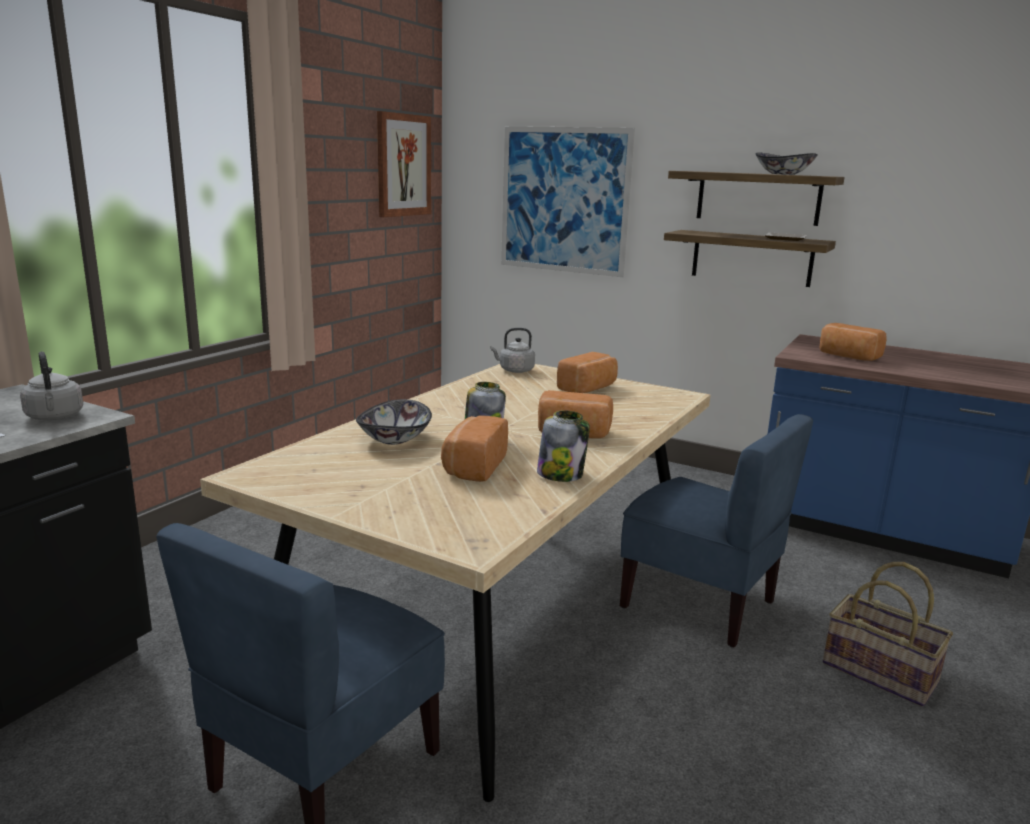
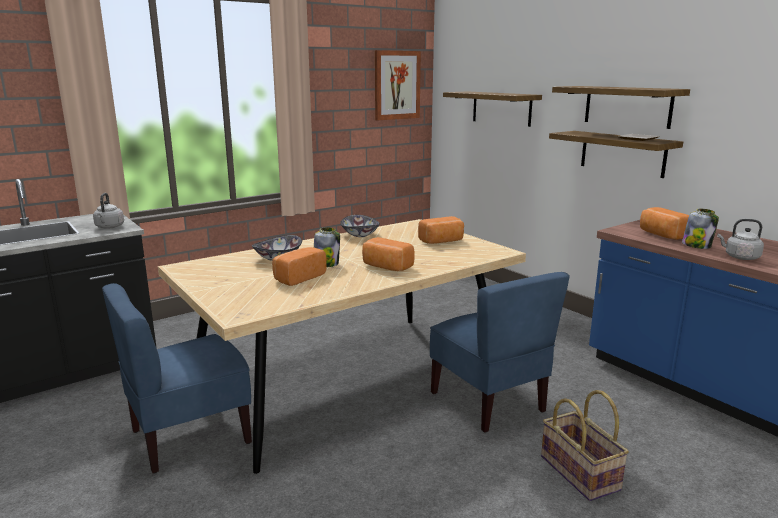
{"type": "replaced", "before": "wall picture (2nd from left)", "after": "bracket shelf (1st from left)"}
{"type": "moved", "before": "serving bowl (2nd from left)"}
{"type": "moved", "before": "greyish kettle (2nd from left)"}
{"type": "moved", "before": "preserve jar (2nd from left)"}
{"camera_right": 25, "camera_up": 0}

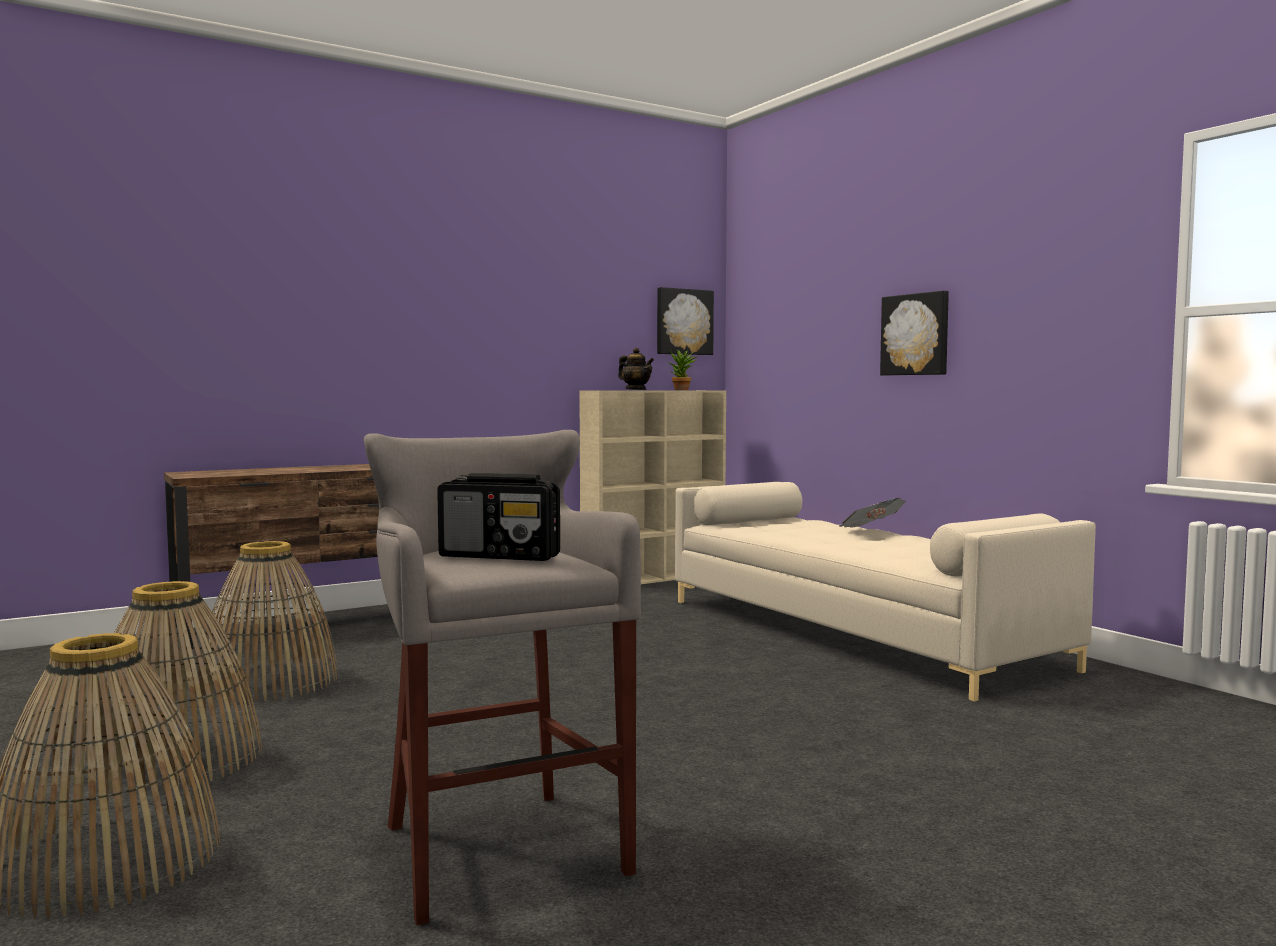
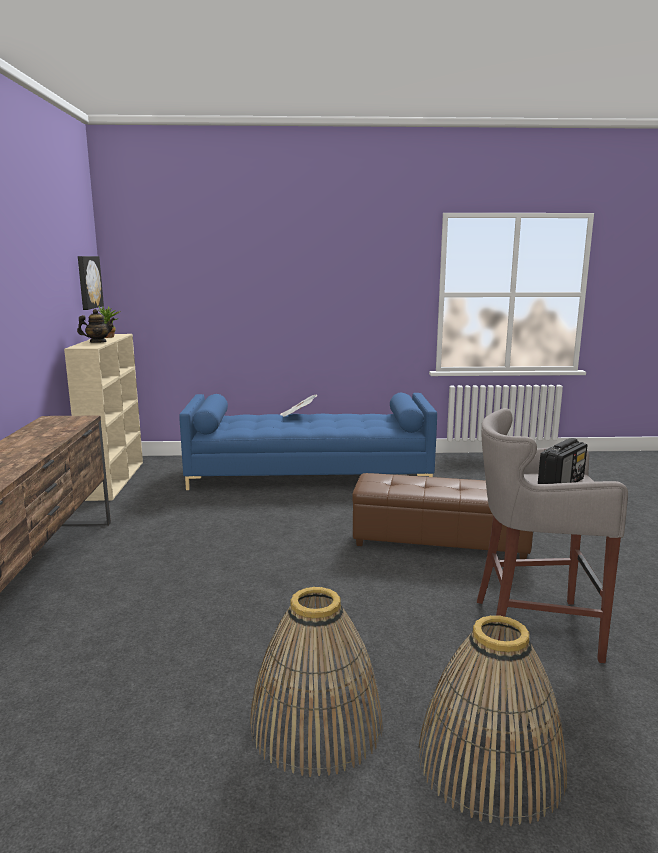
{"type": "removed", "before": "wall picture (2nd from left)"}
{"type": "recoloured", "before": "beige-coloured sofa", "after": "blue-coloured sofa"}
{"type": "removed", "before": "household basket (3rd from left)"}
{"type": "added", "after": "brown footrest"}
{"camera_right": -60, "camera_up": 10}

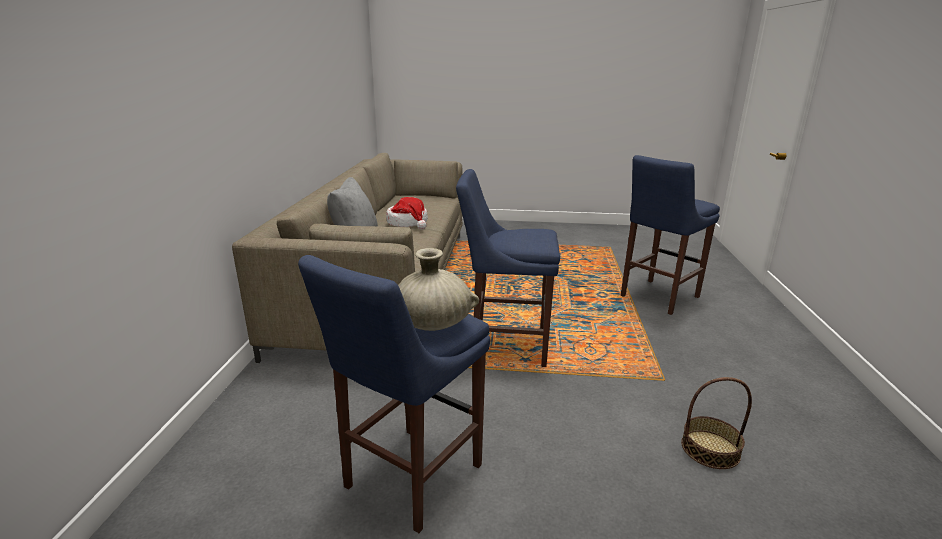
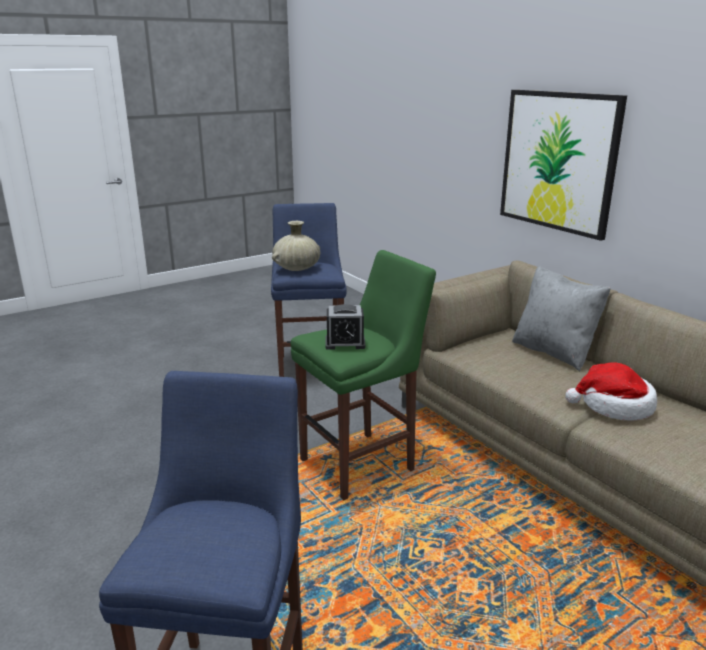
{"type": "recoloured", "before": "blue-coloured stool (2nd from left)", "after": "green stool"}
{"type": "removed", "before": "household basket"}
{"type": "added", "after": "wall picture"}
{"type": "added", "after": "table clock"}
{"camera_right": 140, "camera_up": 0}

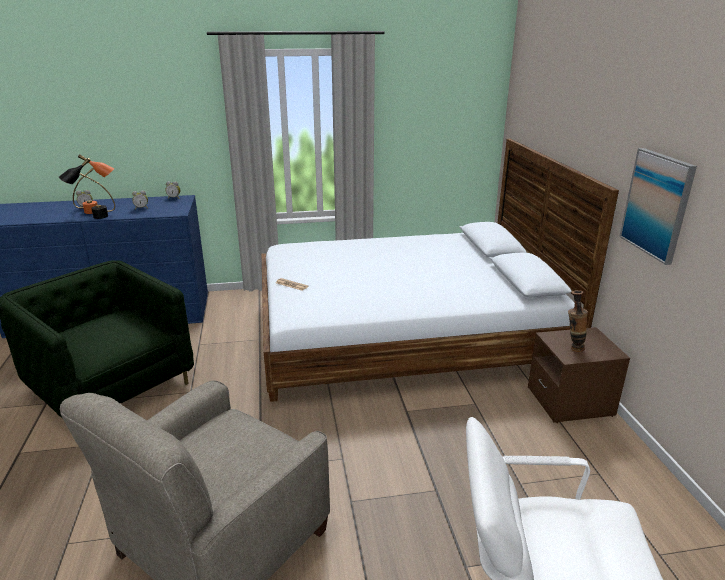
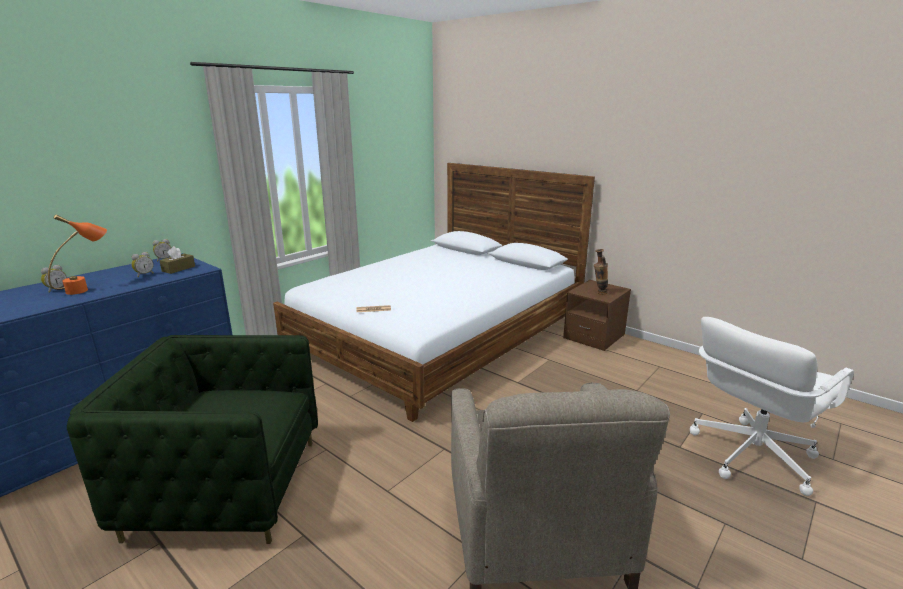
{"type": "removed", "before": "wall picture"}
{"type": "removed", "before": "black-coloured tabletop lamp"}
{"type": "added", "after": "brown box of tissues"}
{"camera_right": -40, "camera_up": -5}

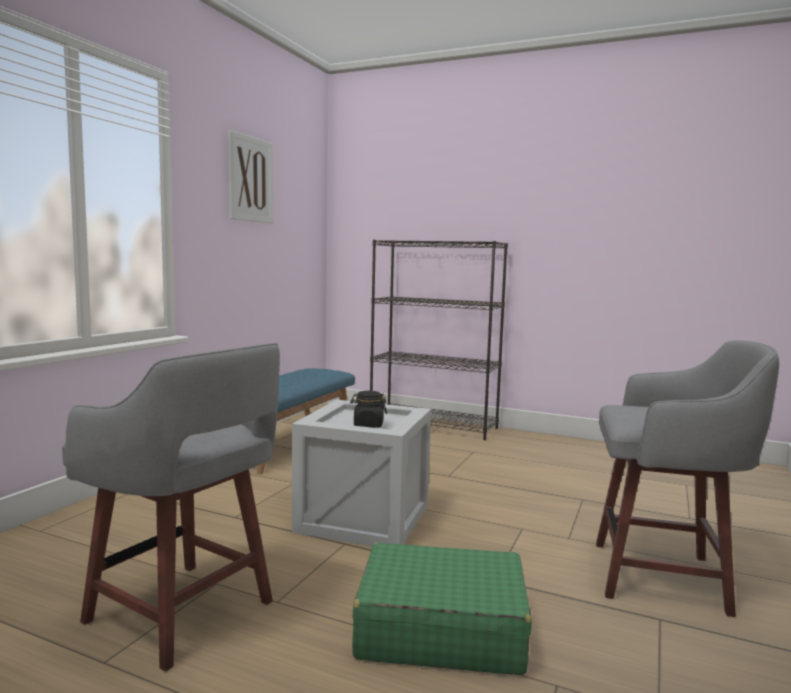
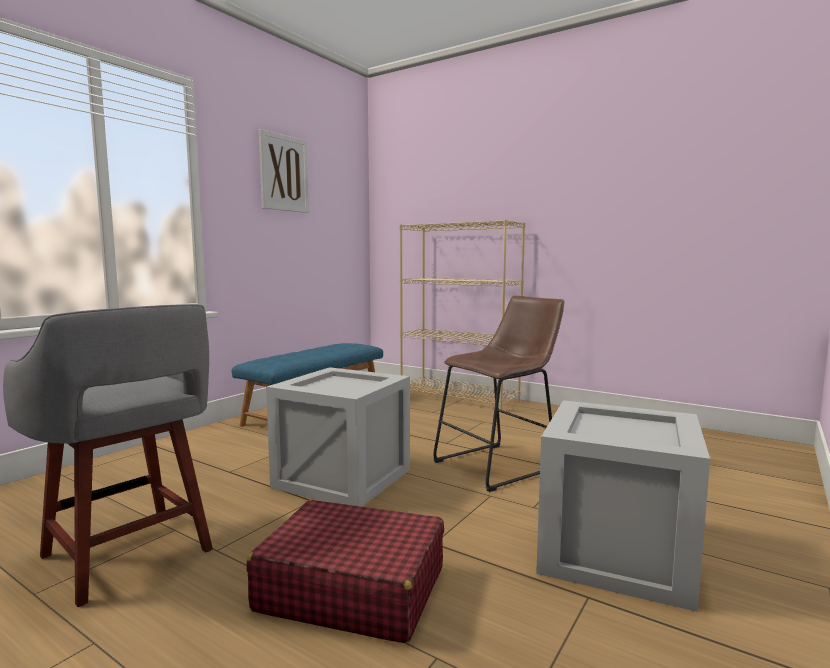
{"type": "recoloured", "before": "black-coloured shelving unit", "after": "beige-coloured shelving unit"}
{"type": "replaced", "before": "greyish stool (2nd from left)", "after": "shipping crate (2nd from left)"}
{"type": "removed", "before": "black-coloured preserve jar"}
{"type": "recoloured", "before": "green piece of luggage", "after": "red-coloured piece of luggage"}
{"type": "added", "after": "brown stool"}
{"camera_right": 10, "camera_up": 0}

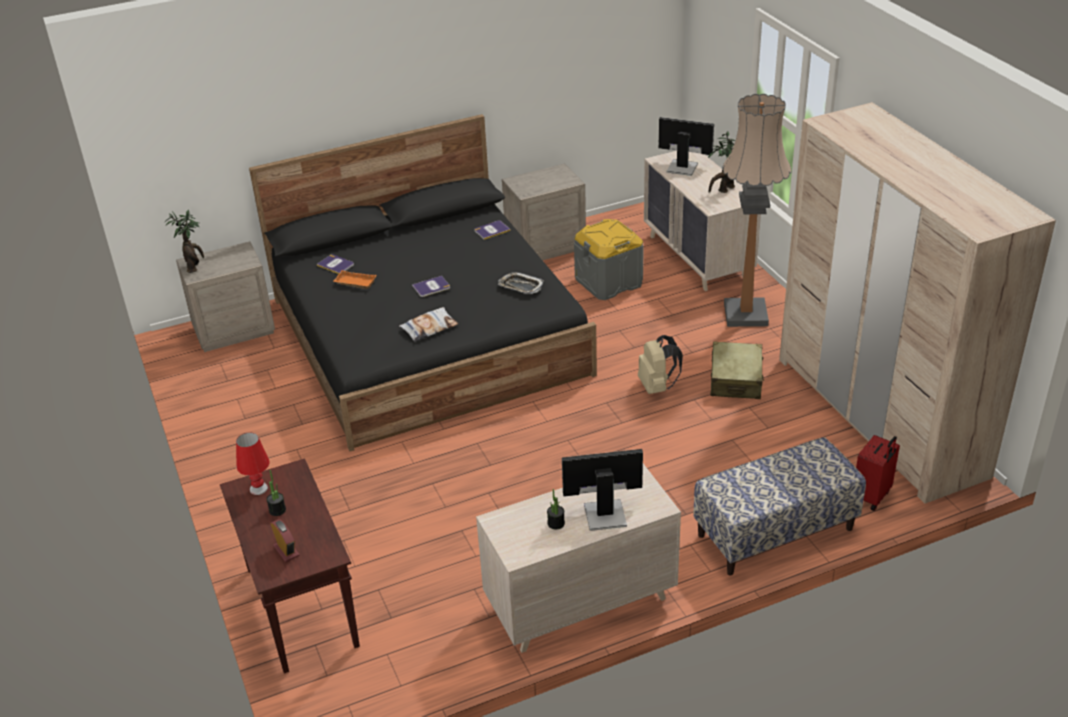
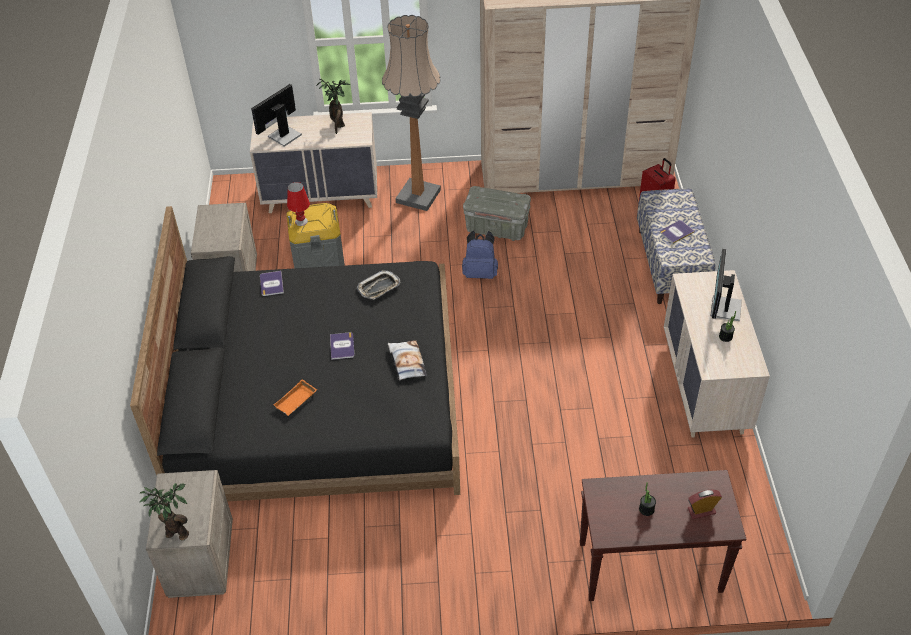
{"type": "moved", "before": "book (1st from left in the first image)", "after": "book (3rd from left)"}
{"type": "recoloured", "before": "beige-coloured backpack", "after": "blue-coloured backpack"}
{"type": "replaced", "before": "beige-coloured piece of luggage", "after": "greyish storage box (2nd from left)"}
{"type": "moved", "before": "red-coloured tabletop lamp"}
{"camera_right": -70, "camera_up": 10}

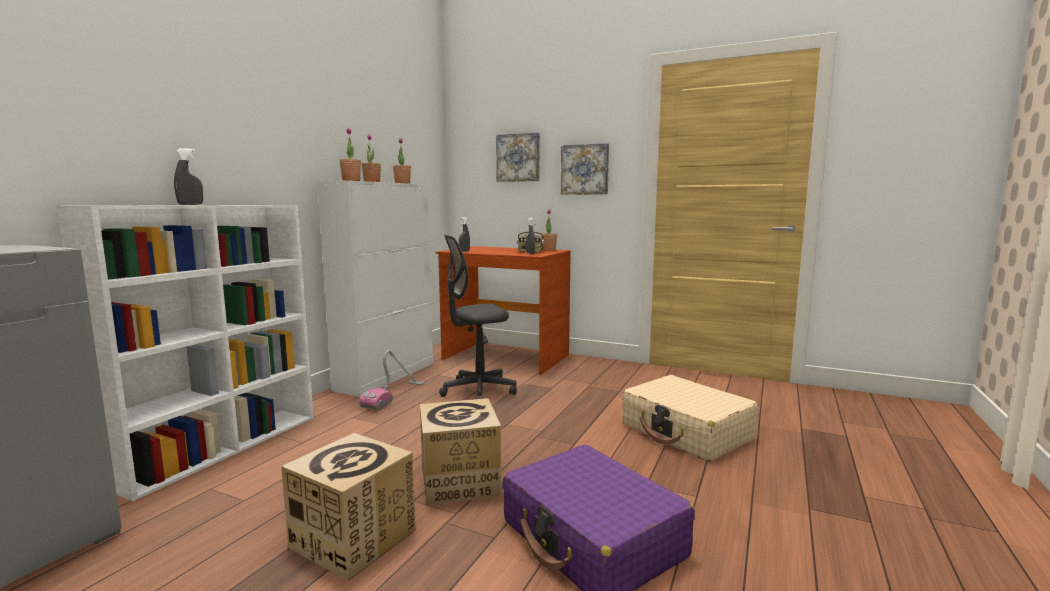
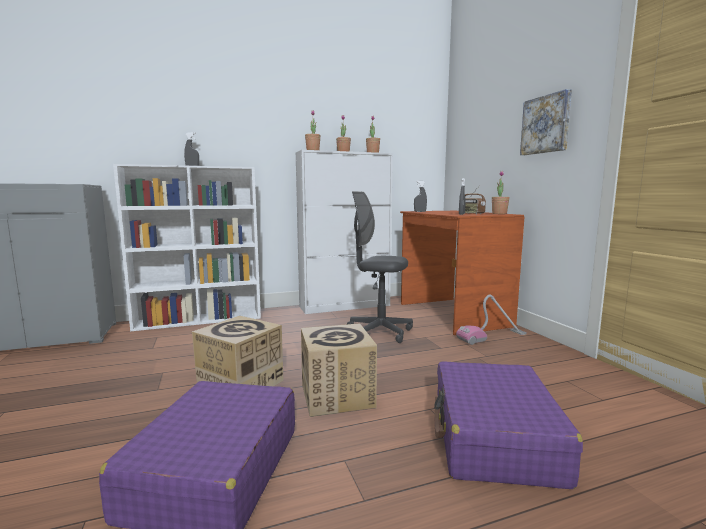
{"type": "removed", "before": "wall picture (1st from left)"}
{"type": "moved", "before": "vacuum"}
{"type": "recoloured", "before": "beige-coloured piece of luggage", "after": "purple piece of luggage (2nd from left)"}
{"type": "moved", "before": "cardboard box (1st from left in the first image)", "after": "cardboard box (2nd from left)"}
{"camera_right": 45, "camera_up": 0}

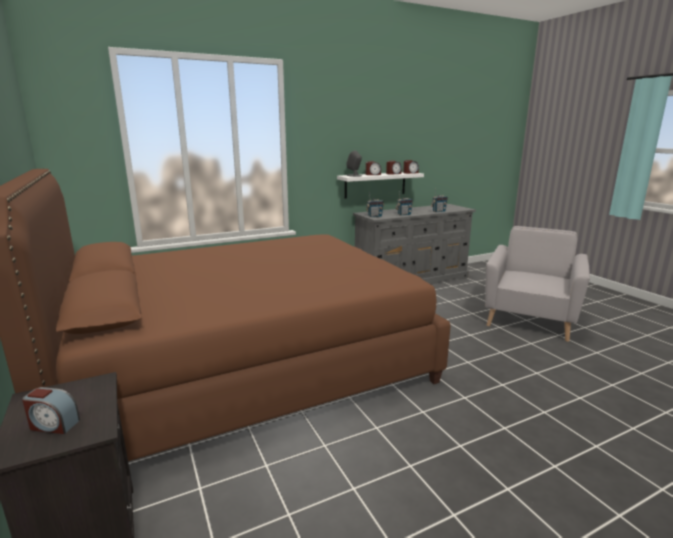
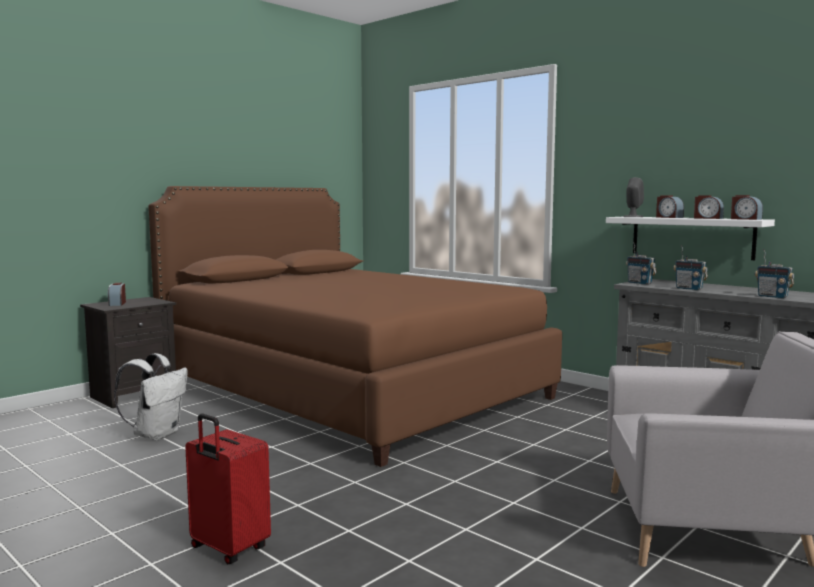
{"type": "added", "after": "whitish backpack"}
{"type": "added", "after": "red-coloured piece of luggage"}
{"camera_right": 70, "camera_up": -10}

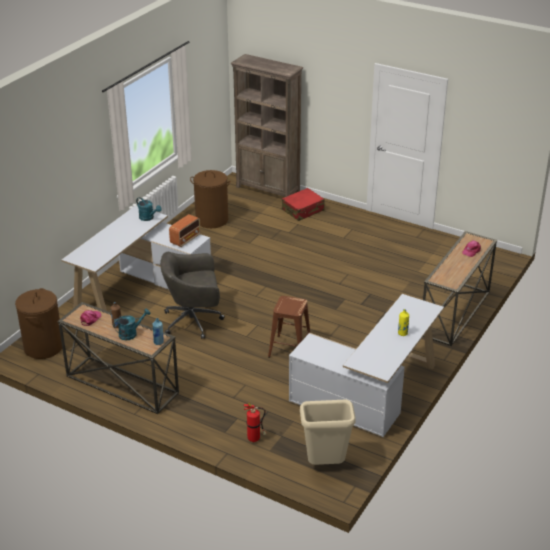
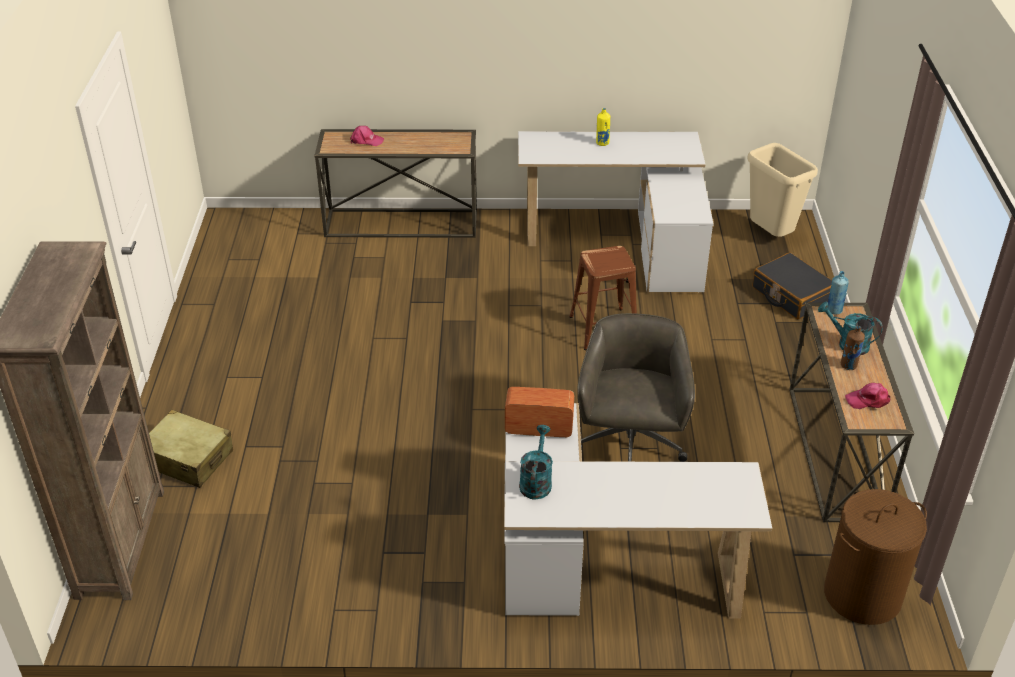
{"type": "removed", "before": "brown washing basket (2nd from left)"}
{"type": "recoloured", "before": "red-coloured piece of luggage", "after": "beige-coloured piece of luggage"}
{"type": "turned", "before": "greyish office chair", "turn": -135}
{"type": "replaced", "before": "fire extinguisher", "after": "black-coloured piece of luggage"}
{"camera_right": -120, "camera_up": 5}

